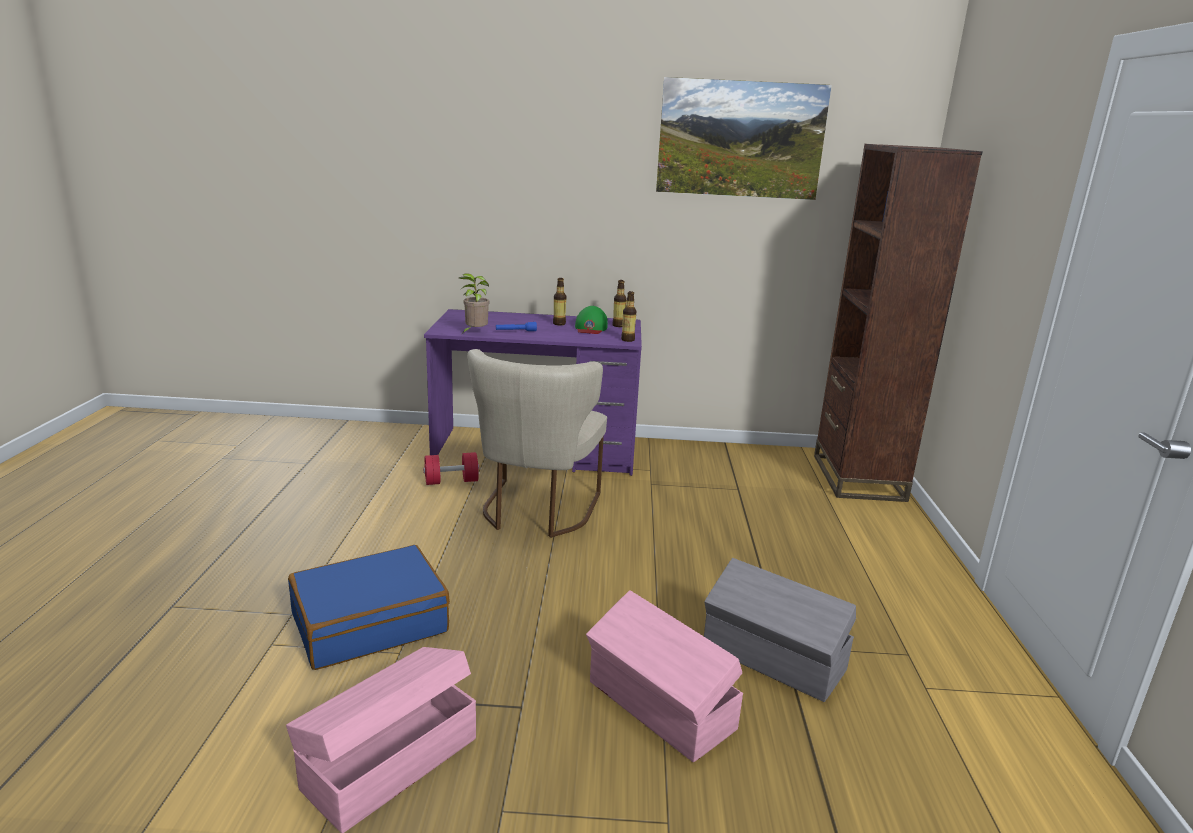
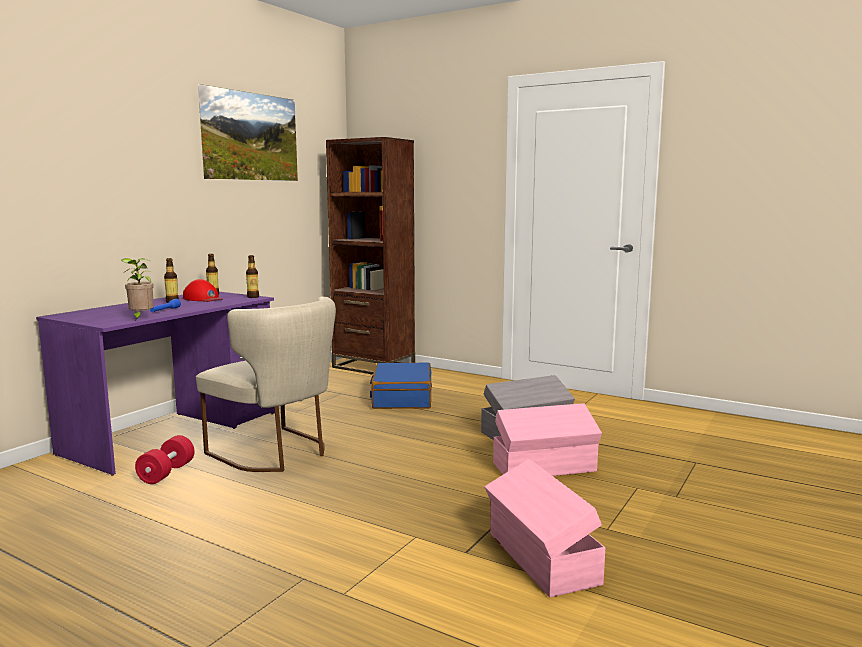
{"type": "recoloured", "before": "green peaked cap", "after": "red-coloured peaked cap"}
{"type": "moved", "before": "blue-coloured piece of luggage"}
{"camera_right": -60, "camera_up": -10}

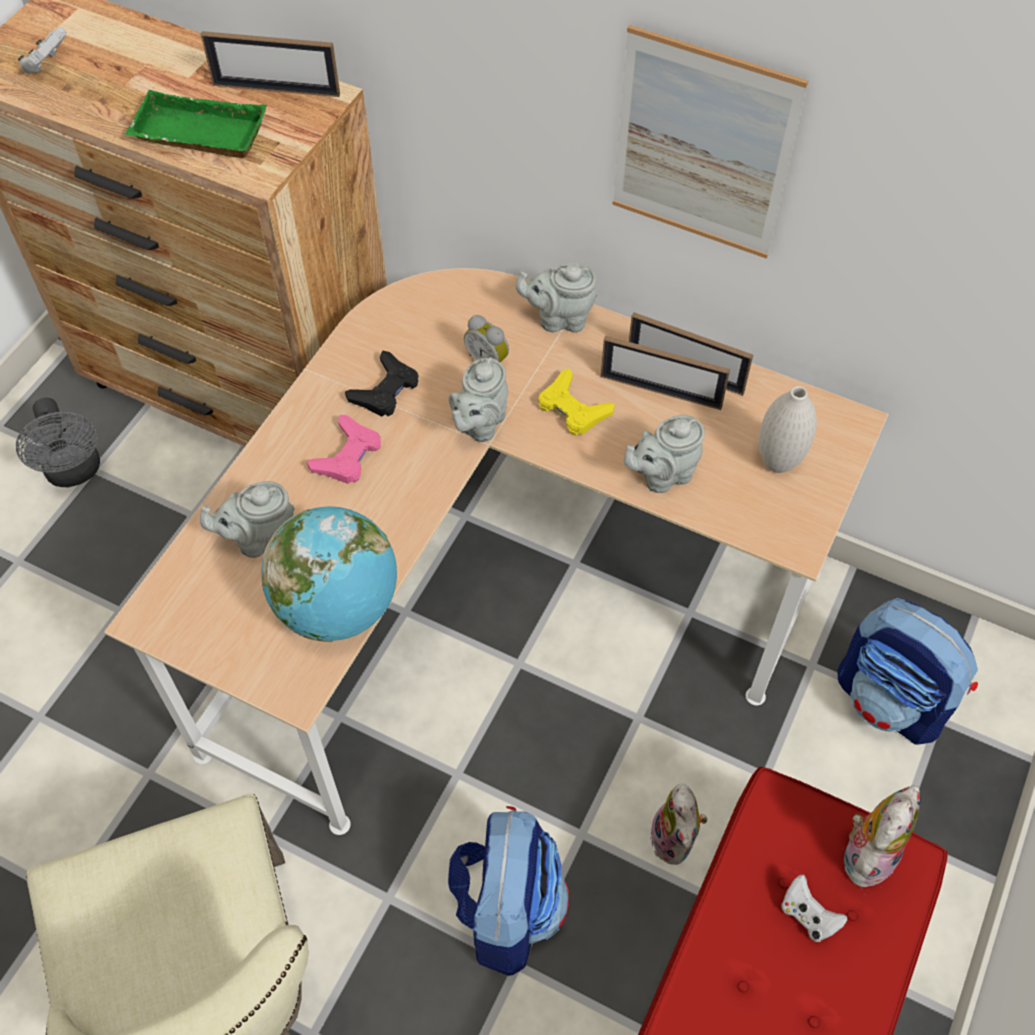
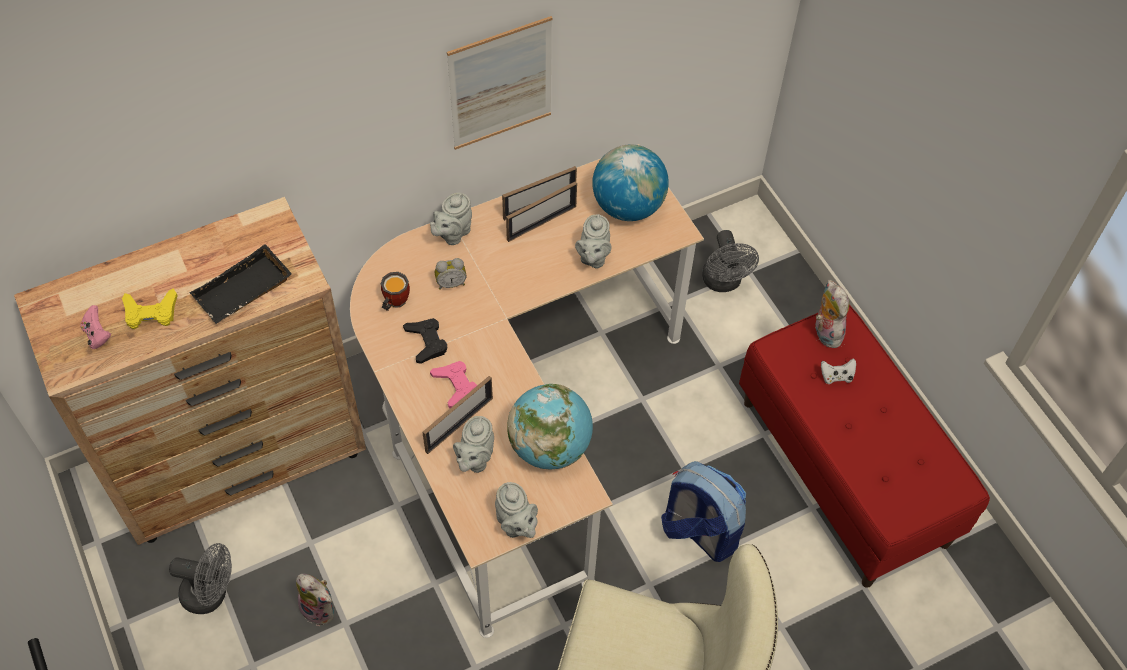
{"type": "recoloured", "before": "whitish gamepad (1st from left)", "after": "pinkish gamepad (1st from left)"}
{"type": "moved", "before": "photo frame (1st from left)"}
{"type": "recoloured", "before": "green carrying tray", "after": "black-coloured carrying tray"}
{"type": "moved", "before": "greyish teapot (2nd from left in the first image)", "after": "greyish teapot (3rd from left)"}
{"type": "moved", "before": "yellowish gamepad"}
{"type": "replaced", "before": "whitish decorative vase", "after": "world globe (2nd from left)"}
{"type": "replaced", "before": "backpack (2nd from left)", "after": "greyish cooling fan (2nd from left)"}
{"type": "moved", "before": "plush toy (1st from left)"}
{"type": "added", "after": "tea mug"}
{"camera_right": -55, "camera_up": 0}

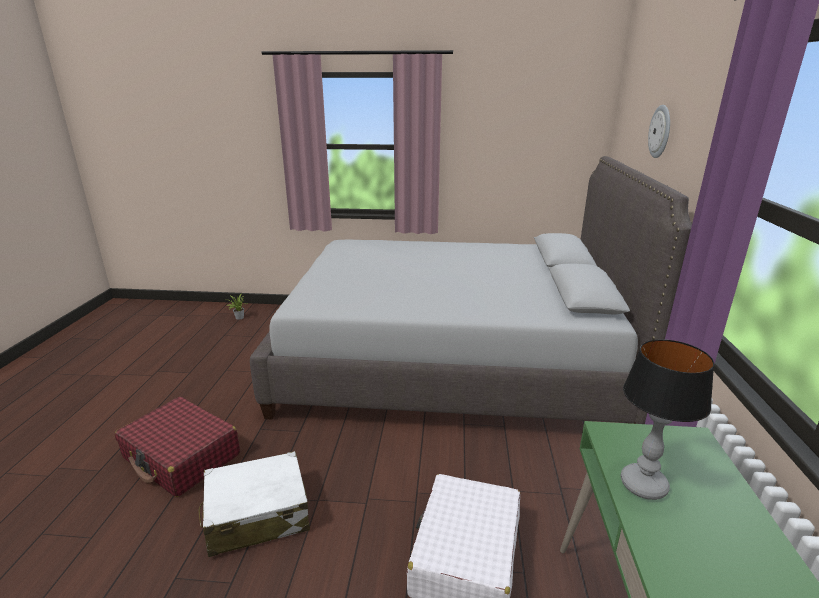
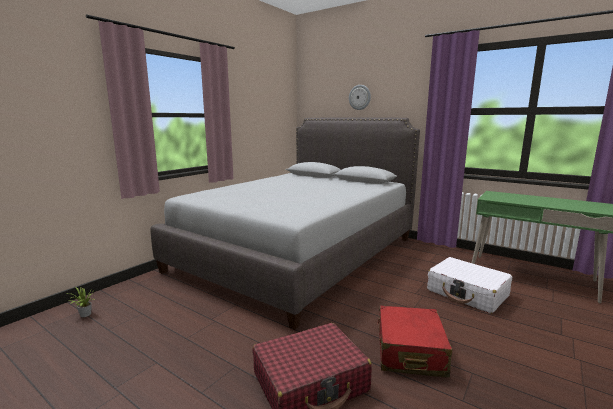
{"type": "removed", "before": "tabletop lamp"}
{"type": "recoloured", "before": "whitish piece of luggage (1st from left)", "after": "red-coloured piece of luggage (2nd from left)"}
{"camera_right": -60, "camera_up": -10}

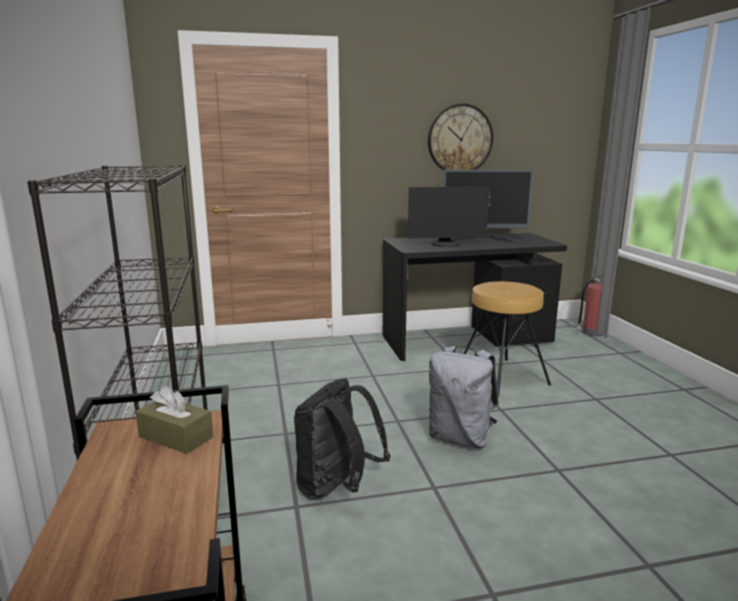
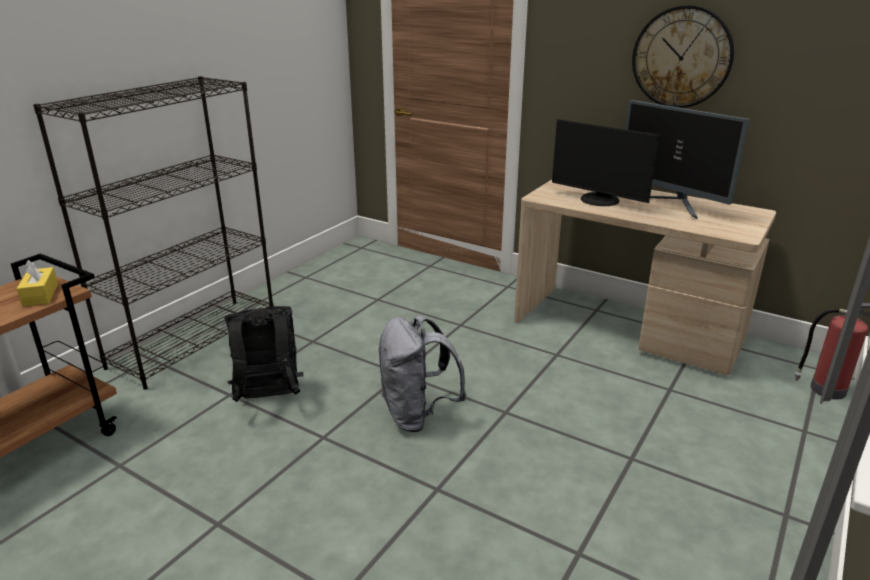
{"type": "recoloured", "before": "black-coloured desk table", "after": "beige-coloured desk table"}
{"type": "removed", "before": "brown stool"}
{"type": "recoloured", "before": "brown box of tissues", "after": "yellowish box of tissues"}
{"camera_right": 45, "camera_up": 10}

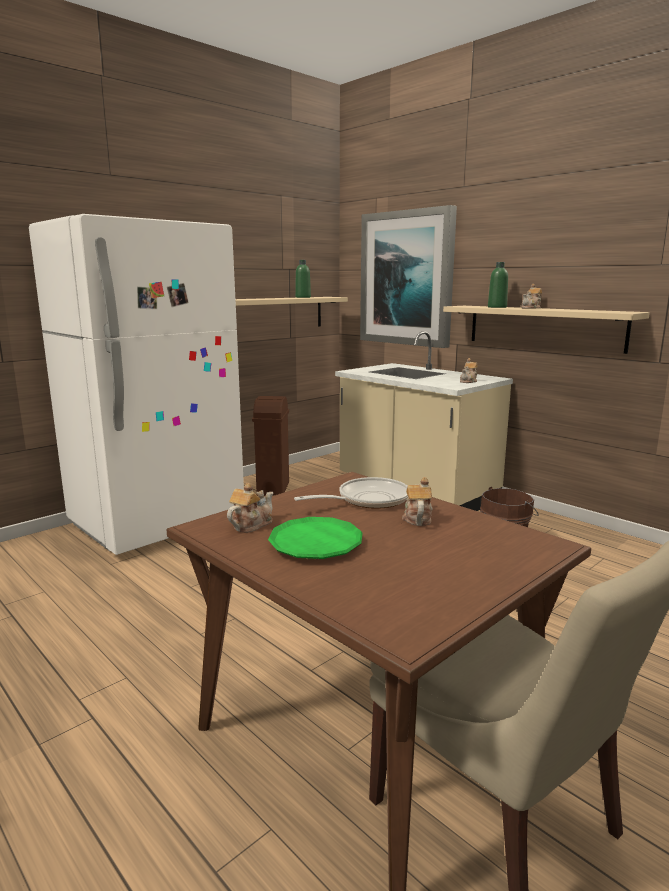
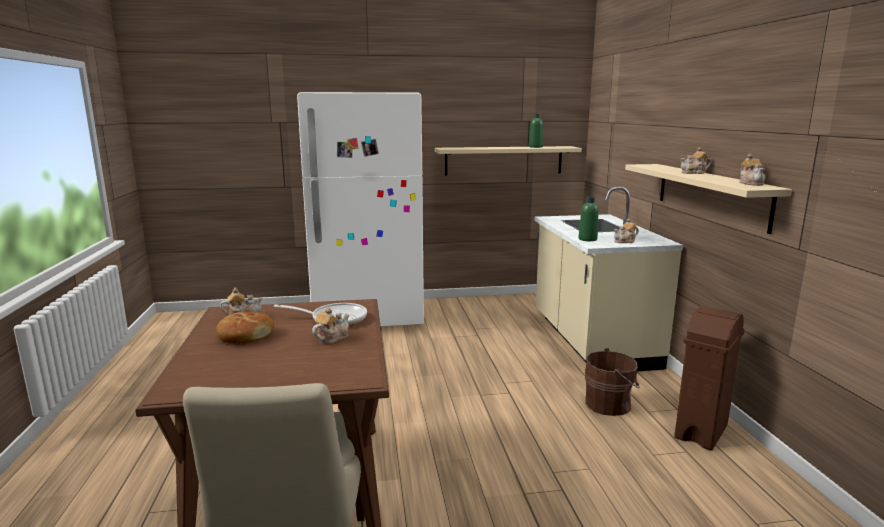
{"type": "removed", "before": "wall picture"}
{"type": "moved", "before": "green beverage bottle (2nd from left)"}
{"type": "moved", "before": "brown trash can"}
{"type": "replaced", "before": "green flat dish", "after": "baked bread"}
{"type": "added", "after": "teapot (5th from left)"}
{"camera_right": 35, "camera_up": 0}

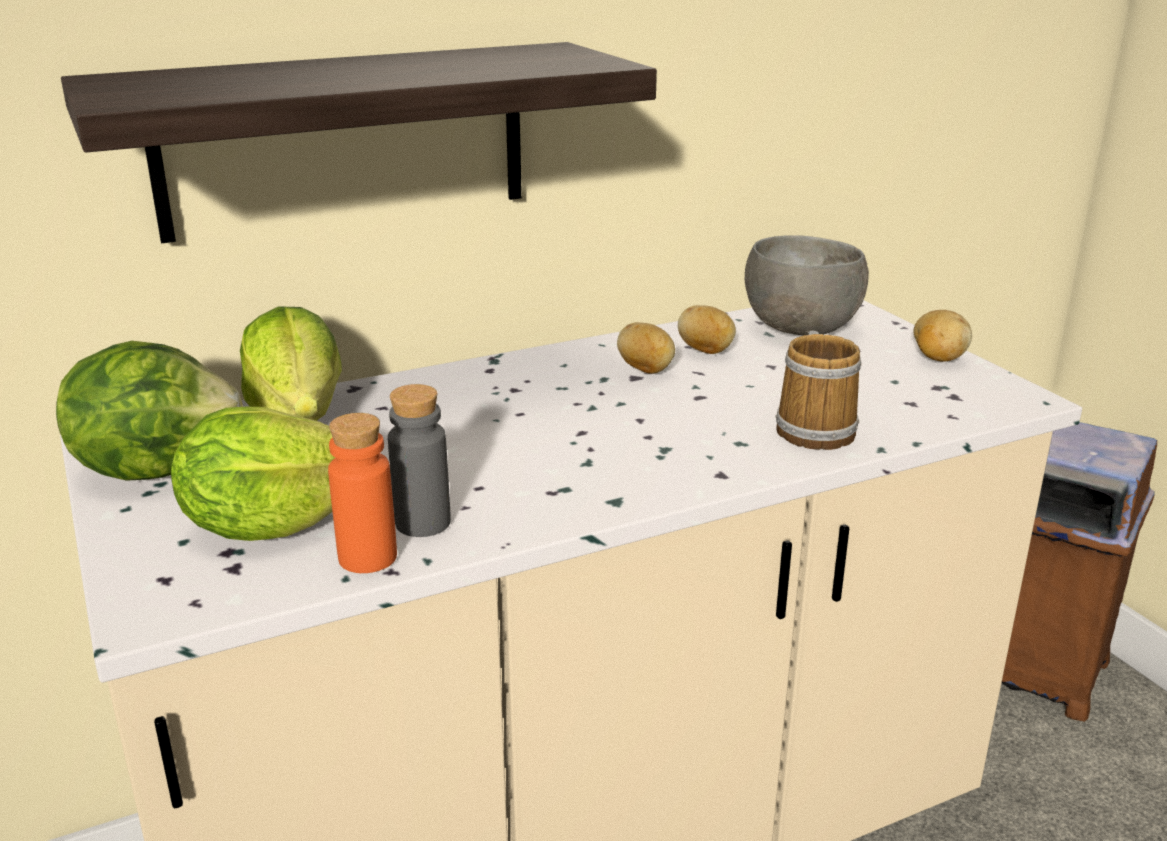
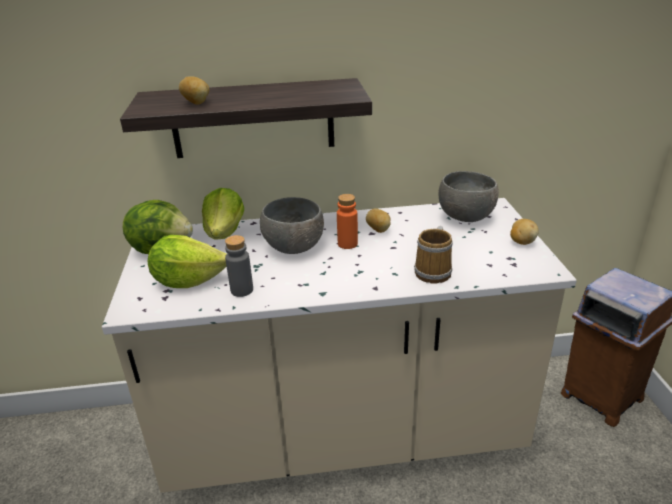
{"type": "moved", "before": "whole potato (2nd from left in the first image)", "after": "whole potato (1st from left)"}
{"type": "moved", "before": "orange-coloured beverage bottle"}
{"type": "added", "after": "greyish serving bowl (1st from left)"}
{"camera_right": 20, "camera_up": 5}

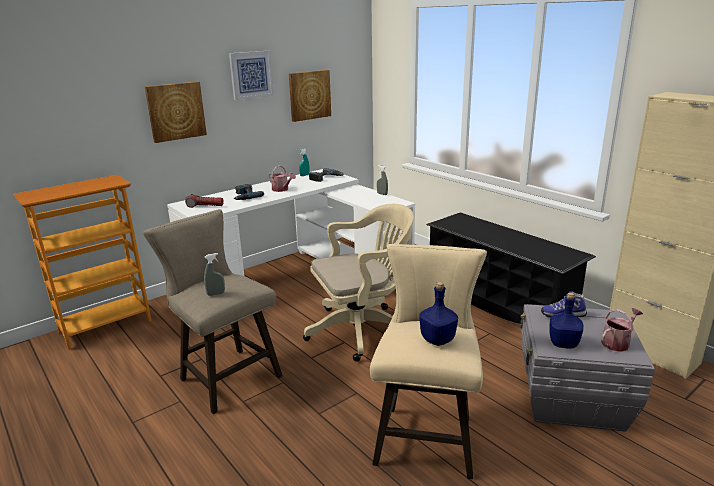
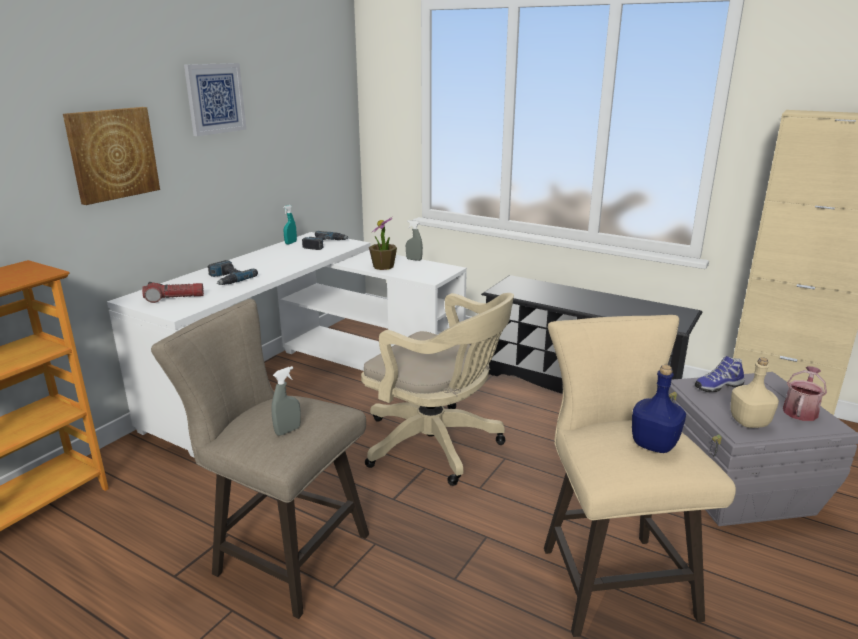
{"type": "removed", "before": "wall picture (3rd from left)"}
{"type": "removed", "before": "sprinkling can (1st from left)"}
{"type": "turned", "before": "beige-coloured office chair", "turn": 75}
{"type": "recoloured", "before": "blue-coloured beverage bottle (2nd from left)", "after": "beige-coloured beverage bottle"}
{"type": "added", "after": "plant in a pot"}
{"camera_right": -20, "camera_up": 0}

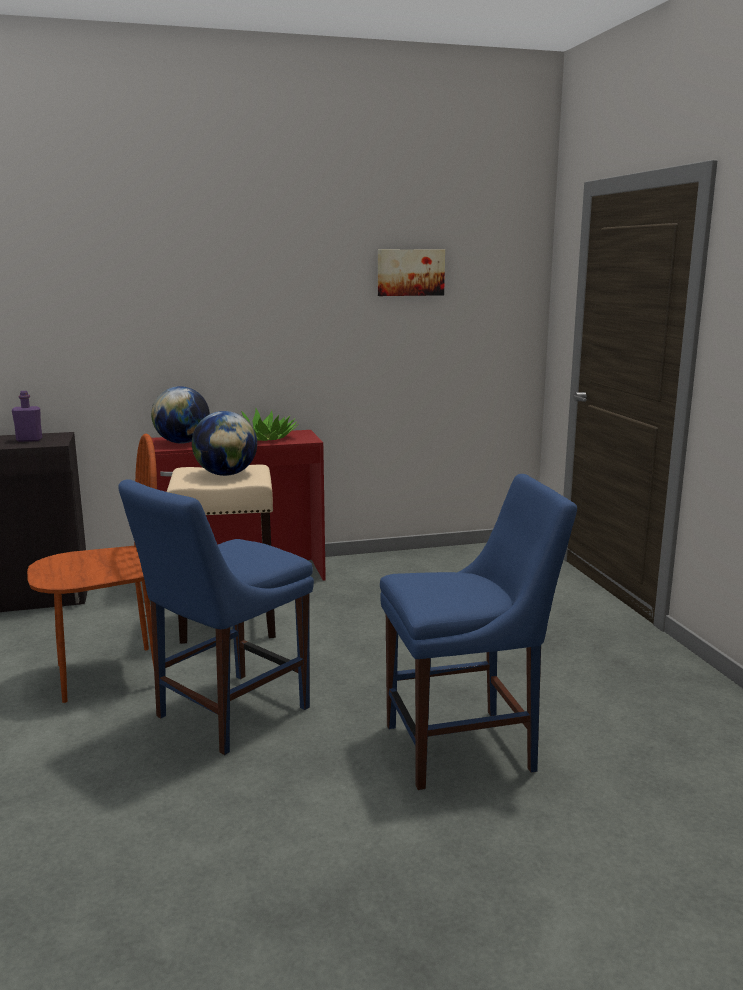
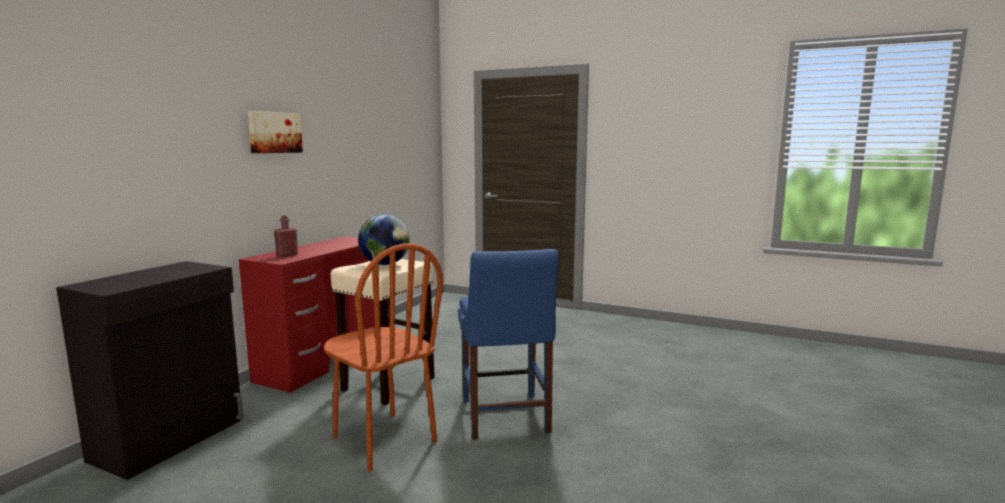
{"type": "moved", "before": "wall picture"}
{"type": "replaced", "before": "world globe (1st from left)", "after": "red-coloured beverage bottle"}
{"type": "removed", "before": "purple beverage bottle"}
{"type": "removed", "before": "plant in a pot"}
{"type": "turned", "before": "brown upright chair", "turn": 120}
{"type": "removed", "before": "blue-coloured upright chair (2nd from left)"}
{"camera_right": -50, "camera_up": -5}

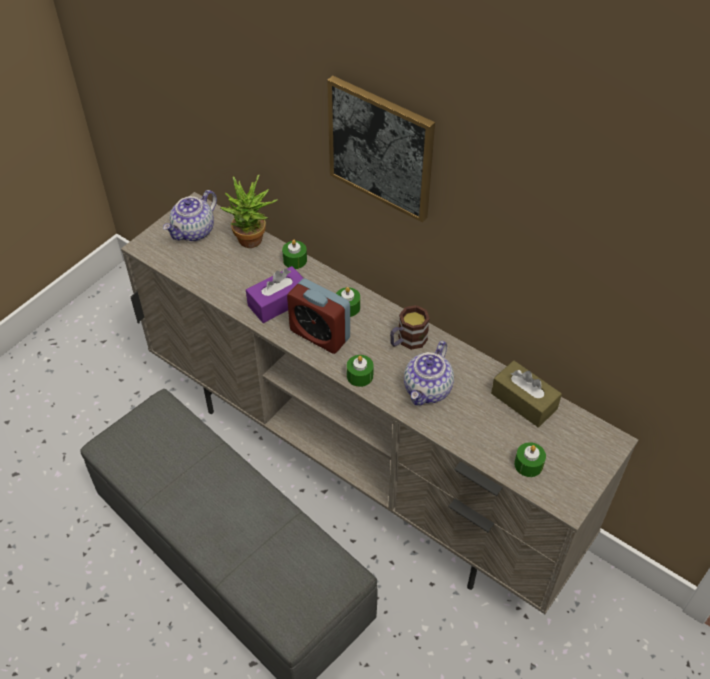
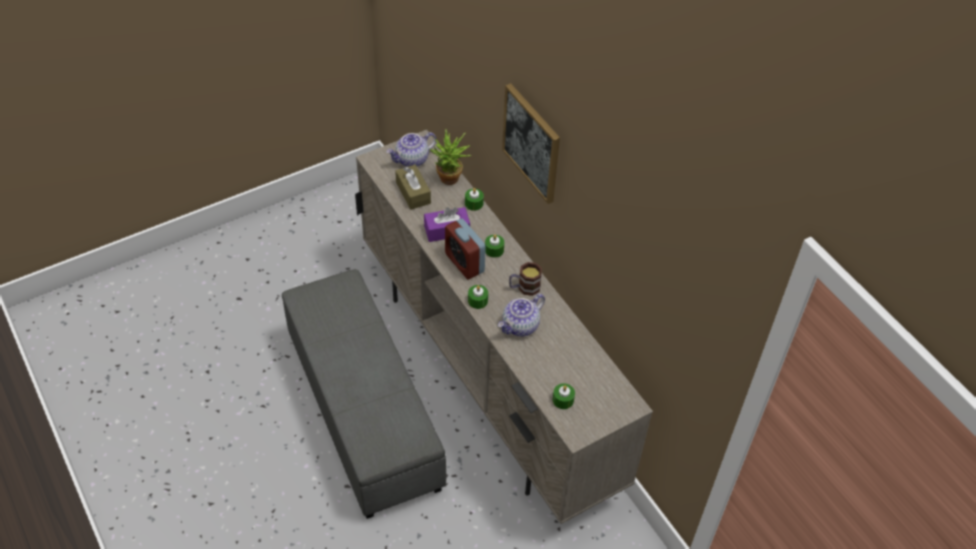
{"type": "moved", "before": "brown box of tissues"}
{"camera_right": 20, "camera_up": 0}

